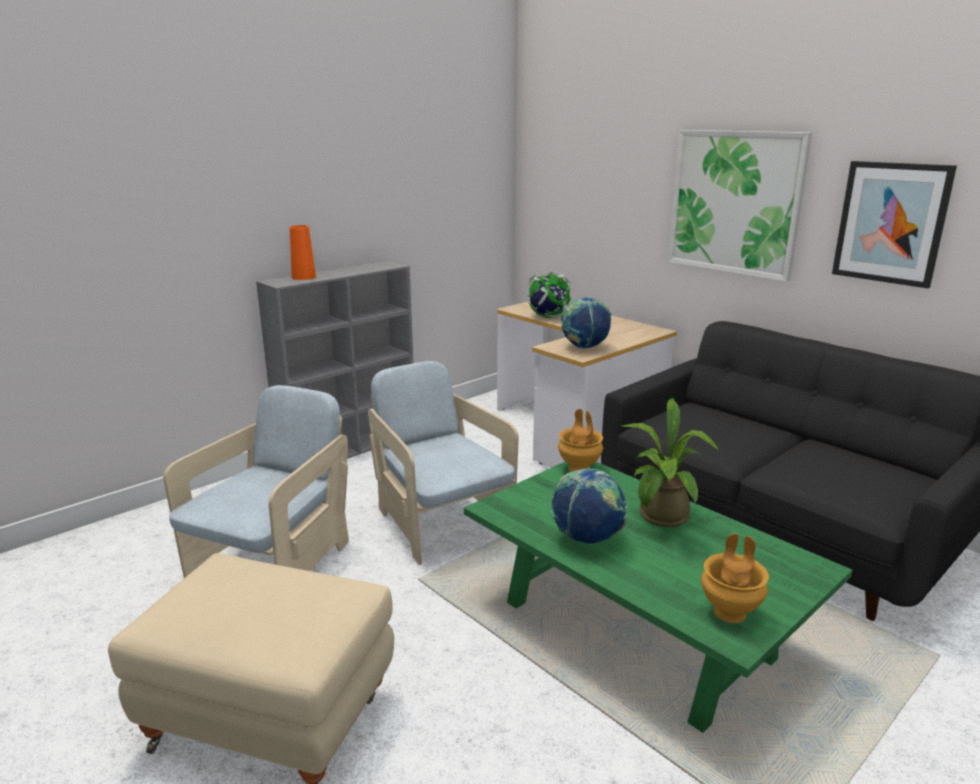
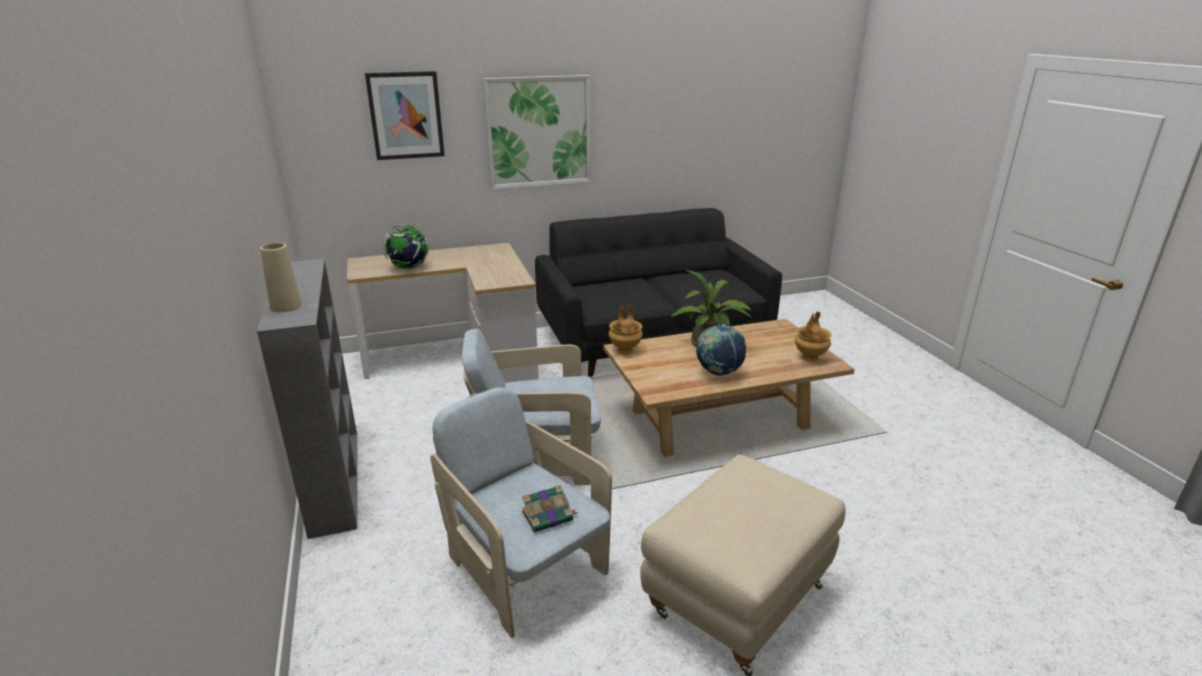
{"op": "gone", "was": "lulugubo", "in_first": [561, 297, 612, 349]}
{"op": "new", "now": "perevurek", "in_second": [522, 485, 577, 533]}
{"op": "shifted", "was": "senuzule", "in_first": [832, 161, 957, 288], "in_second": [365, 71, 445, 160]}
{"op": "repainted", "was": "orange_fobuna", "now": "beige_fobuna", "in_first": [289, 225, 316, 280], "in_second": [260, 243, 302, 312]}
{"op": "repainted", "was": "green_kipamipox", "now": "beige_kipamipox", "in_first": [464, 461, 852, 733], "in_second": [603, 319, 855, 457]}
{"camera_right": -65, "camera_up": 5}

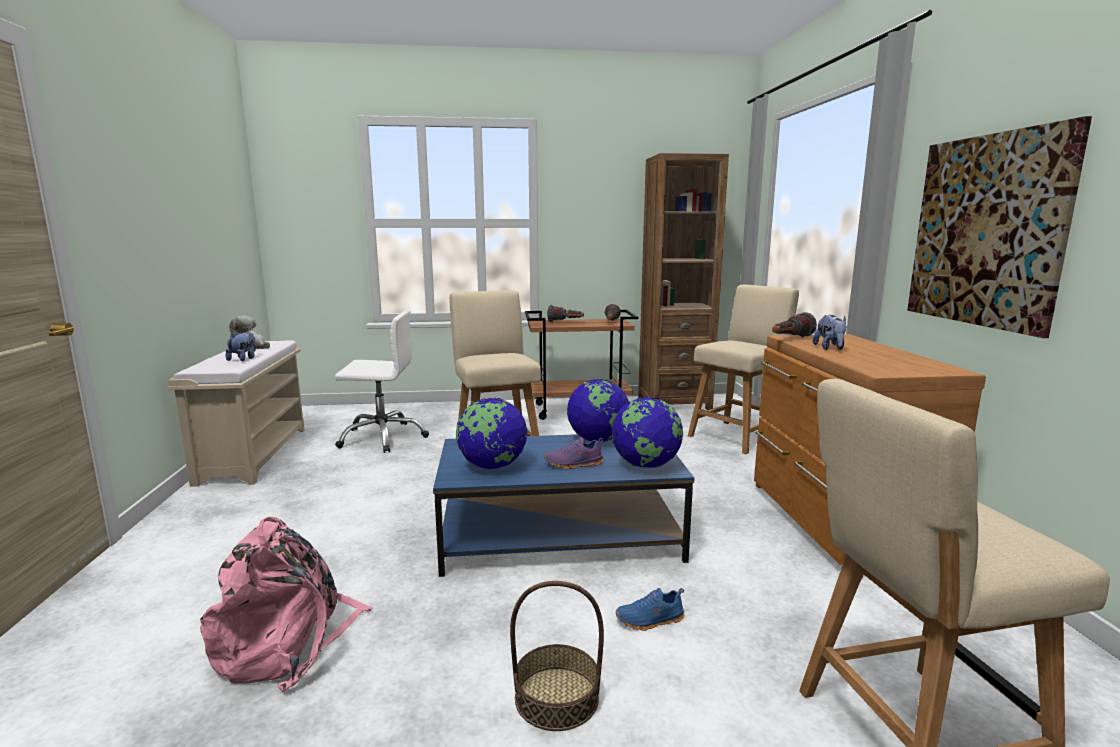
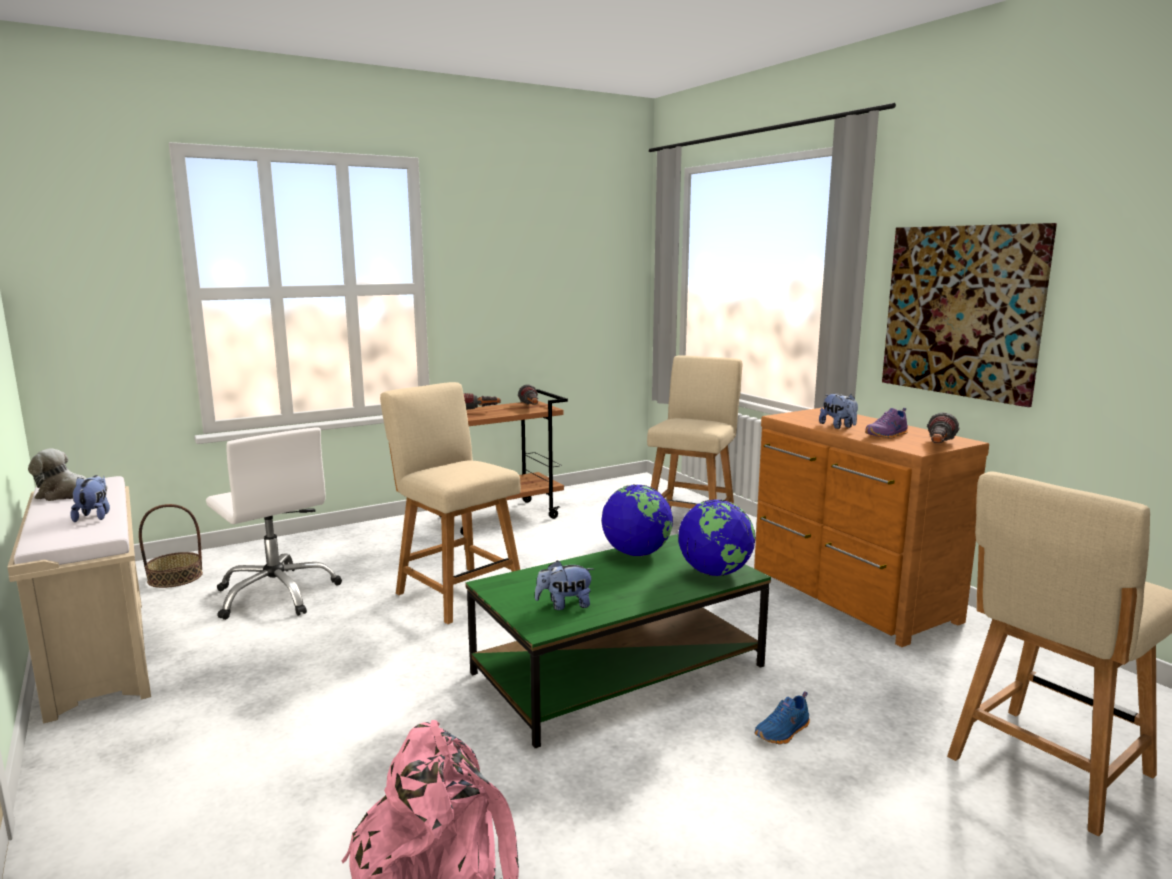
{"op": "gone", "was": "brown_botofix", "in_first": [638, 153, 729, 410]}
{"op": "shifted", "was": "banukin", "in_first": [510, 581, 604, 731], "in_second": [139, 504, 203, 588]}
{"op": "shifted", "was": "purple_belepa", "in_first": [544, 437, 604, 469], "in_second": [865, 408, 908, 439]}
{"op": "shifted", "was": "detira", "in_first": [772, 312, 817, 337], "in_second": [927, 412, 959, 443]}
{"op": "swapped", "was": "lulugubo", "now": "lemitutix", "in_first": [456, 398, 527, 469], "in_second": [535, 560, 594, 610]}
{"op": "repainted", "was": "blue_kipamipox", "now": "green_kipamipox", "in_first": [433, 434, 694, 577], "in_second": [465, 534, 771, 748]}
{"op": "rotated", "was": "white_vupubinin", "in_first": [335, 310, 429, 453], "in_second": [206, 428, 342, 620], "clockwise": 75}
{"camera_right": -25, "camera_up": 0}

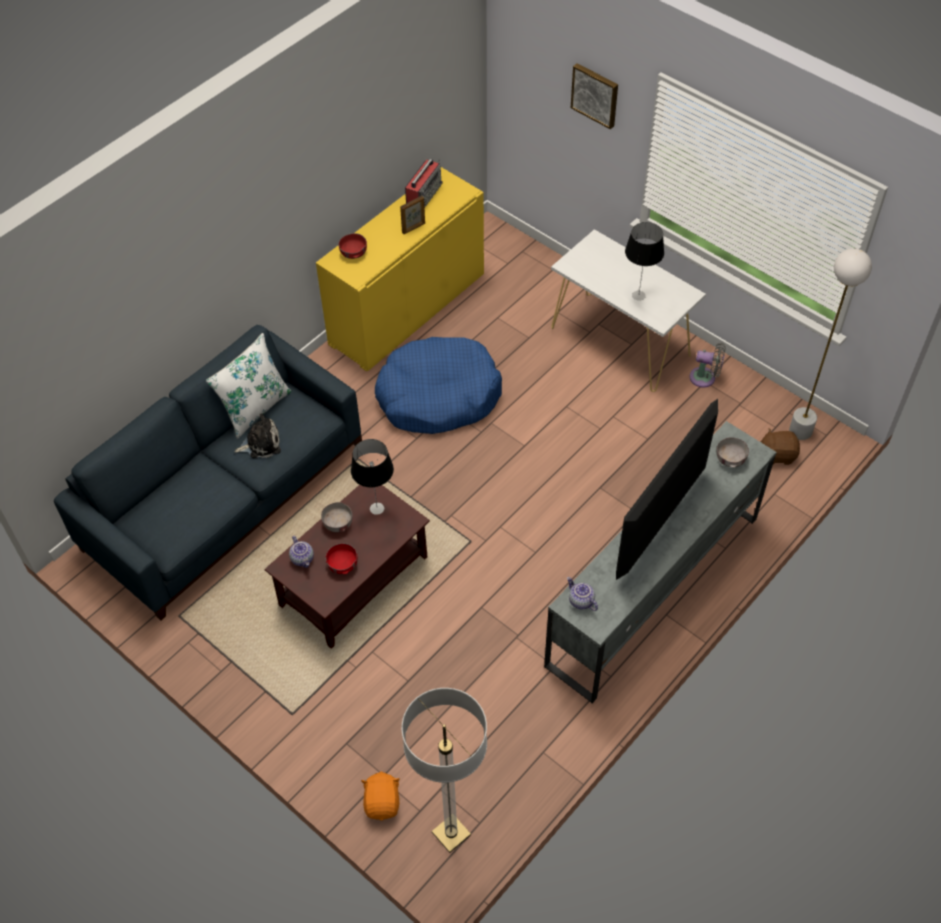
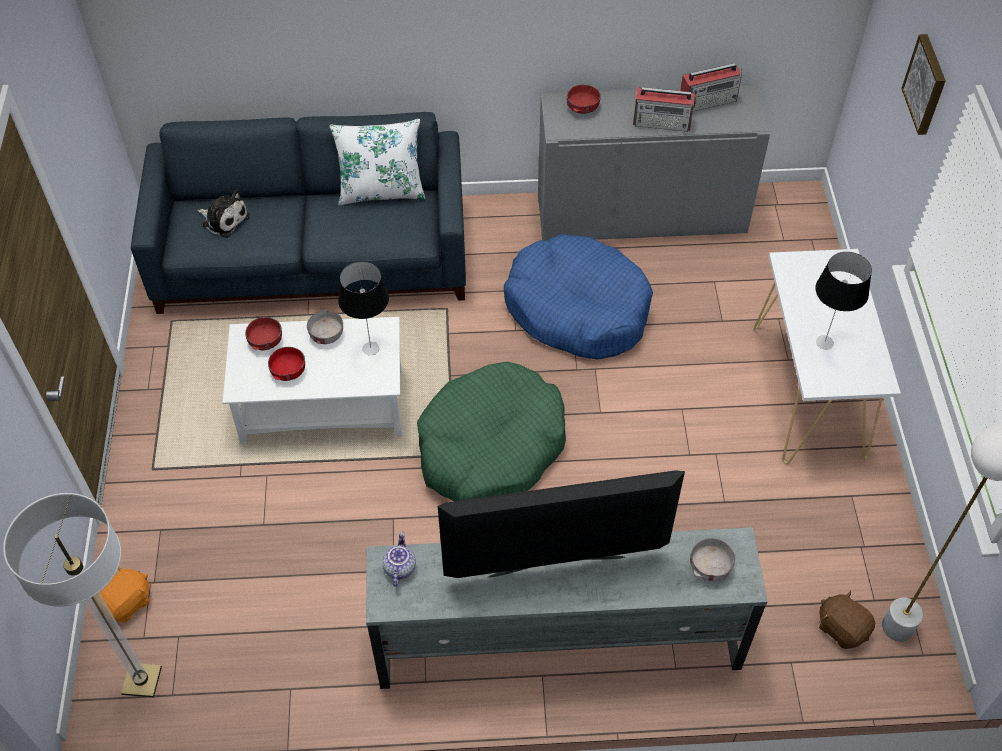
{"op": "gone", "was": "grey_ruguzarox", "in_first": [689, 343, 726, 388]}
{"op": "new", "now": "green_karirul", "in_second": [417, 362, 566, 501]}
{"op": "shifted", "was": "lemitutix", "in_first": [234, 413, 281, 458], "in_second": [198, 189, 250, 238]}
{"op": "swapped", "was": "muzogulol", "now": "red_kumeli", "in_first": [289, 536, 314, 568], "in_second": [245, 317, 282, 350]}
{"op": "swapped", "was": "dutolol", "now": "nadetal", "in_first": [400, 196, 425, 234], "in_second": [633, 87, 695, 132]}
{"op": "repainted", "was": "brown_kipamipox", "now": "white_kipamipox", "in_first": [265, 485, 430, 649], "in_second": [222, 317, 402, 444]}
{"op": "repainted", "was": "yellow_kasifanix", "now": "grey_kasifanix", "in_first": [316, 167, 484, 371], "in_second": [538, 85, 770, 241]}
{"camera_right": 45, "camera_up": 0}

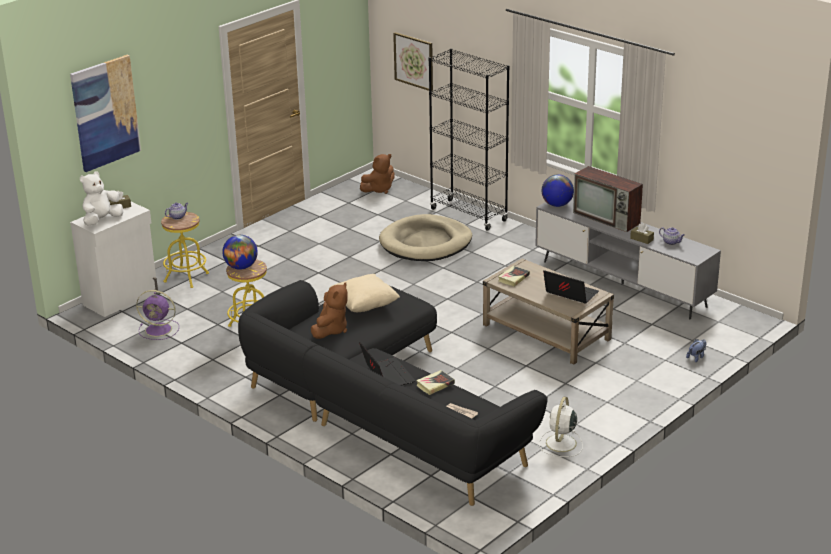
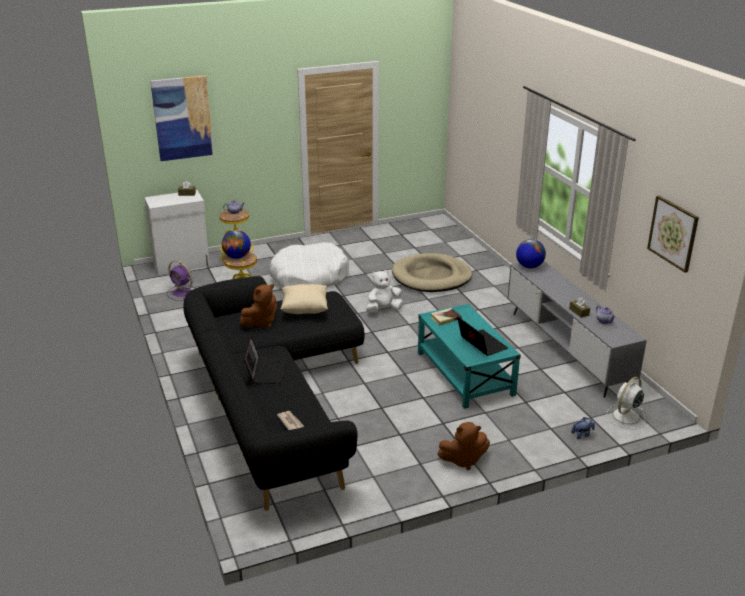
{"op": "gone", "was": "perevurek", "in_first": [416, 370, 455, 395]}
{"op": "gone", "was": "black_botofix", "in_first": [429, 48, 510, 231]}
{"op": "gone", "was": "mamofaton", "in_first": [573, 166, 643, 232]}
{"op": "new", "now": "white_karirul", "in_second": [270, 242, 349, 287]}
{"op": "shifted", "was": "white_lemitutix", "in_first": [80, 171, 123, 226], "in_second": [366, 270, 403, 312]}
{"op": "shifted", "was": "brown_lemitutix", "in_first": [360, 154, 395, 194], "in_second": [437, 422, 490, 470]}
{"op": "shifted", "was": "senuzule", "in_first": [393, 32, 433, 91], "in_second": [647, 196, 699, 273]}
{"op": "shifted", "was": "white_ruguzarox", "in_first": [539, 397, 583, 457], "in_second": [606, 377, 645, 429]}
{"op": "repainted", "was": "beige_kipamipox", "now": "turquoise_kipamipox", "in_first": [483, 258, 614, 365], "in_second": [418, 304, 521, 409]}
{"camera_right": 25, "camera_up": 0}

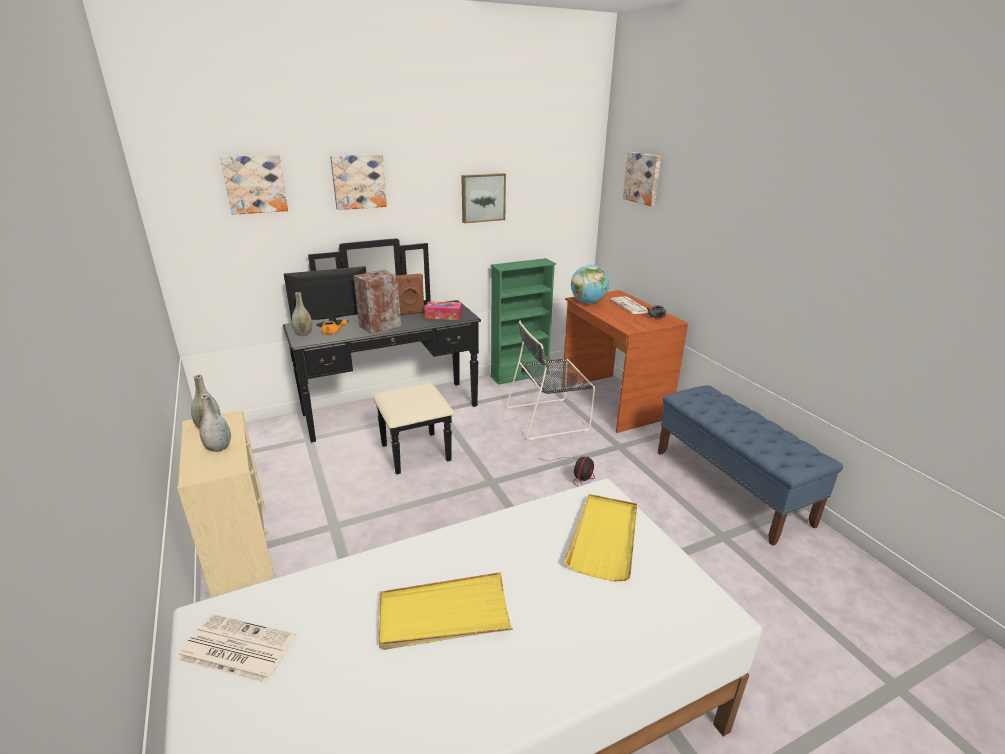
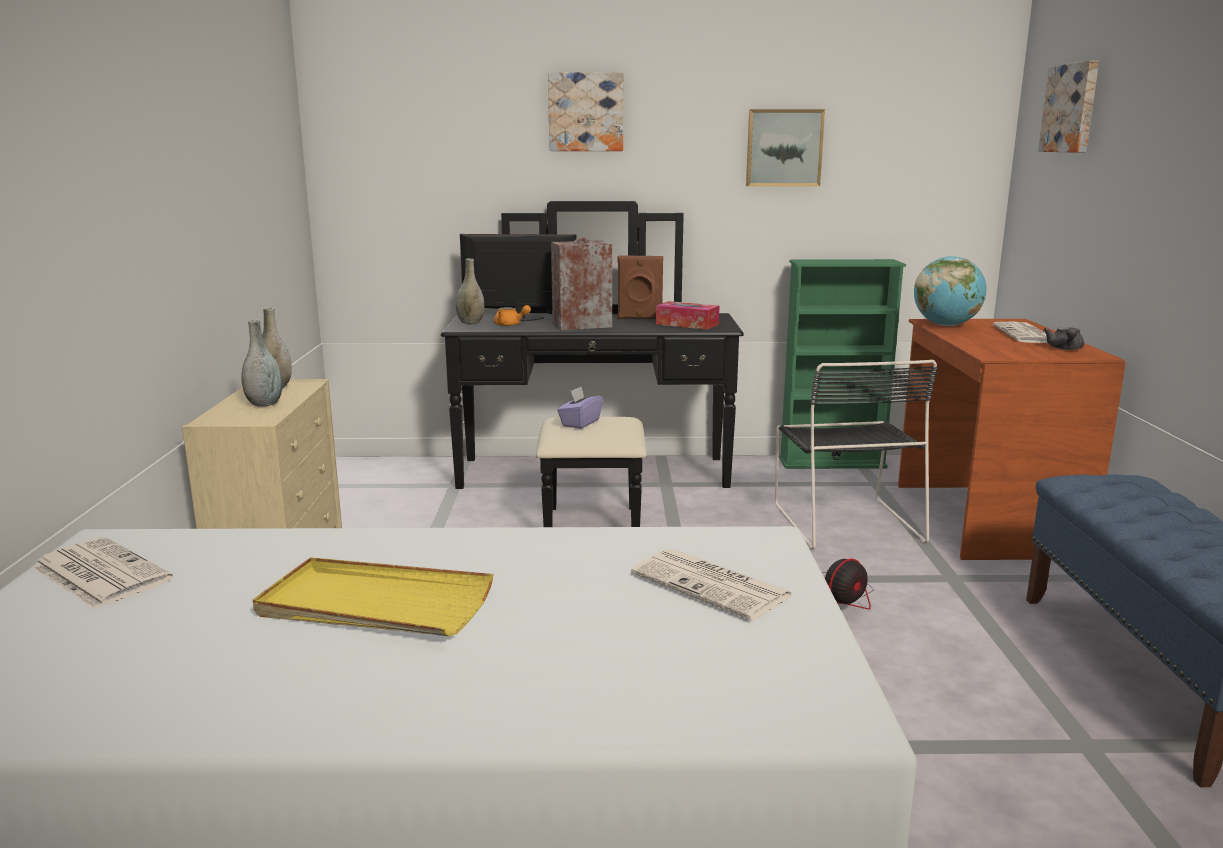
{"op": "gone", "was": "senuzule", "in_first": [220, 155, 288, 215]}
{"op": "new", "now": "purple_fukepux", "in_second": [557, 386, 603, 429]}
{"op": "swapped", "was": "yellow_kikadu", "now": "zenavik", "in_first": [564, 494, 637, 582], "in_second": [631, 549, 793, 621]}
{"op": "rotated", "was": "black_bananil", "in_first": [506, 321, 595, 440], "in_second": [775, 360, 937, 550], "clockwise": -105}
{"camera_right": 25, "camera_up": -10}

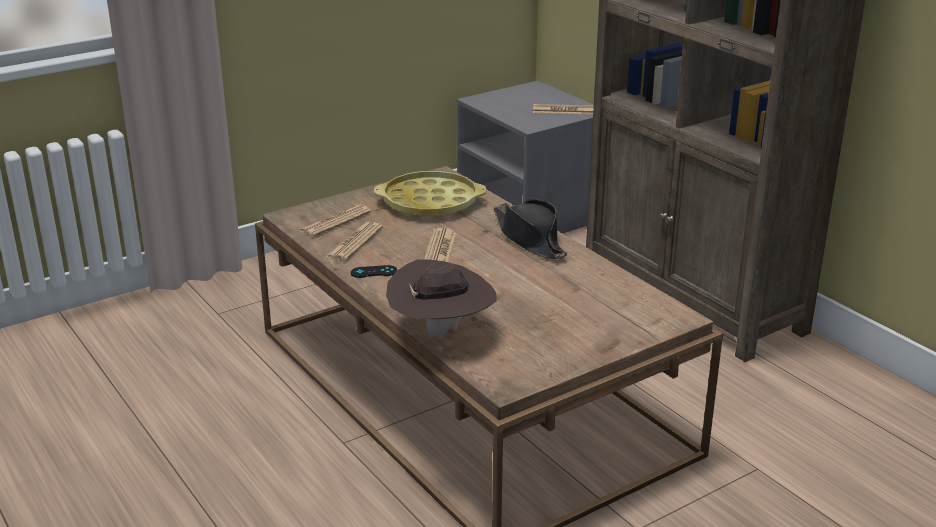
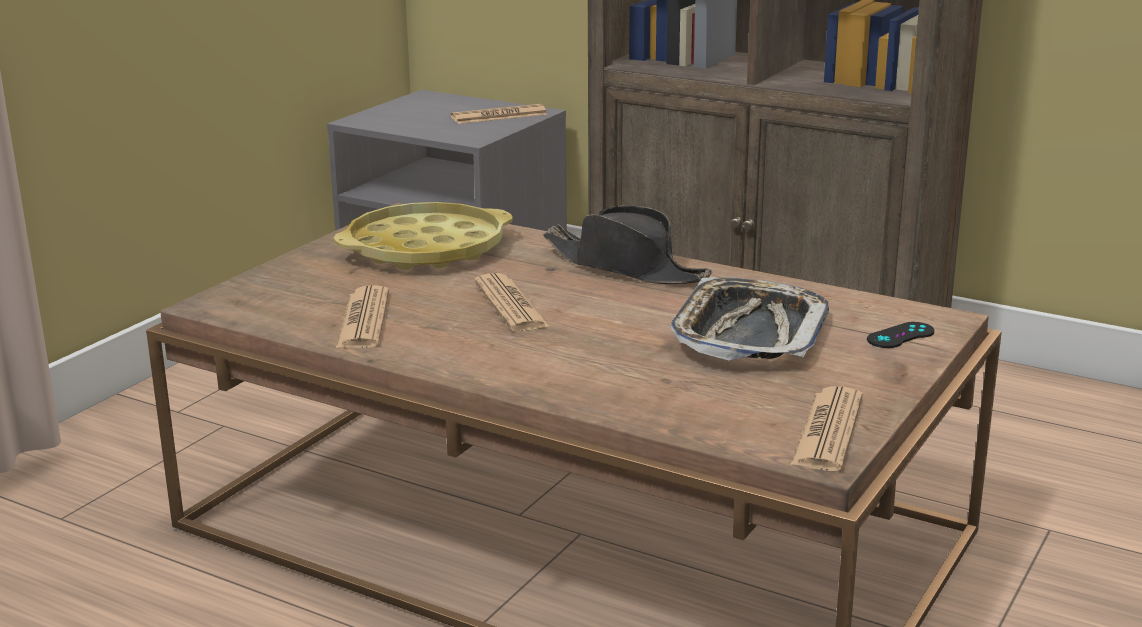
{"op": "gone", "was": "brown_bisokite", "in_first": [386, 260, 497, 339]}
{"op": "new", "now": "kikadu", "in_second": [670, 277, 829, 360]}
{"op": "shifted", "was": "zenavik", "in_first": [300, 205, 371, 237], "in_second": [790, 386, 863, 471]}
{"op": "shifted", "was": "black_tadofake", "in_first": [351, 265, 397, 278], "in_second": [867, 322, 934, 348]}
{"camera_right": -25, "camera_up": -5}

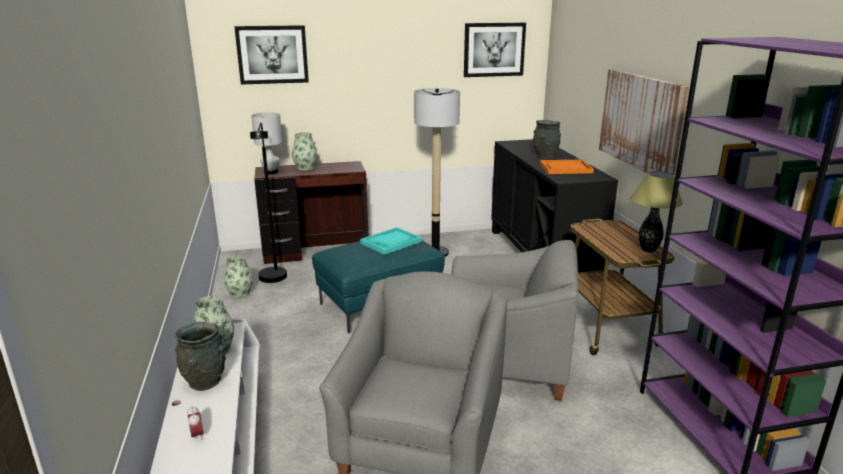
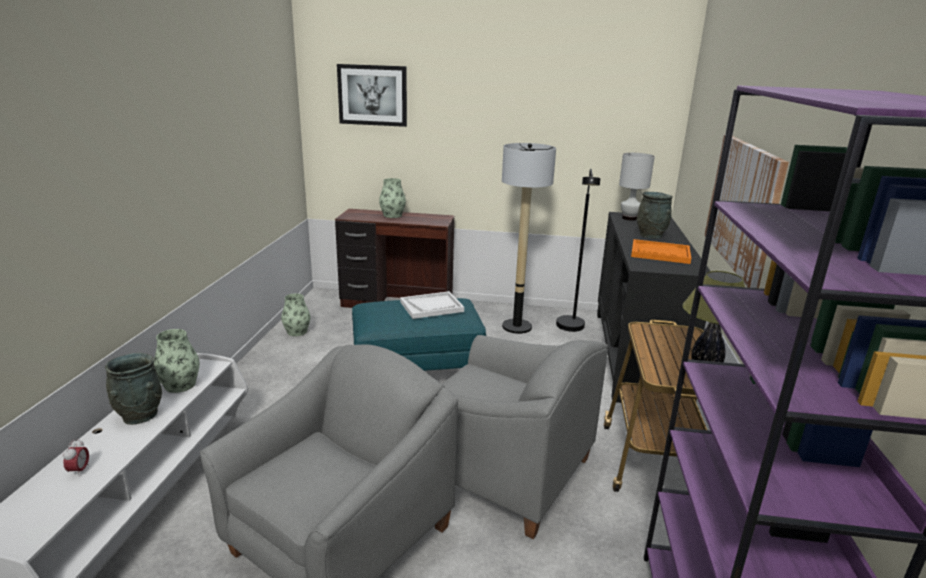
{"op": "gone", "was": "senuzule", "in_first": [464, 23, 526, 77]}
{"op": "shifted", "was": "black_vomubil", "in_first": [250, 122, 287, 283], "in_second": [556, 169, 600, 332]}
{"op": "shifted", "was": "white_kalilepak", "in_first": [251, 112, 282, 174], "in_second": [619, 153, 655, 220]}
{"op": "repainted", "was": "turquoise_kikadu", "now": "white_kikadu", "in_first": [360, 227, 421, 255], "in_second": [400, 291, 464, 319]}
{"camera_right": 20, "camera_up": 0}

